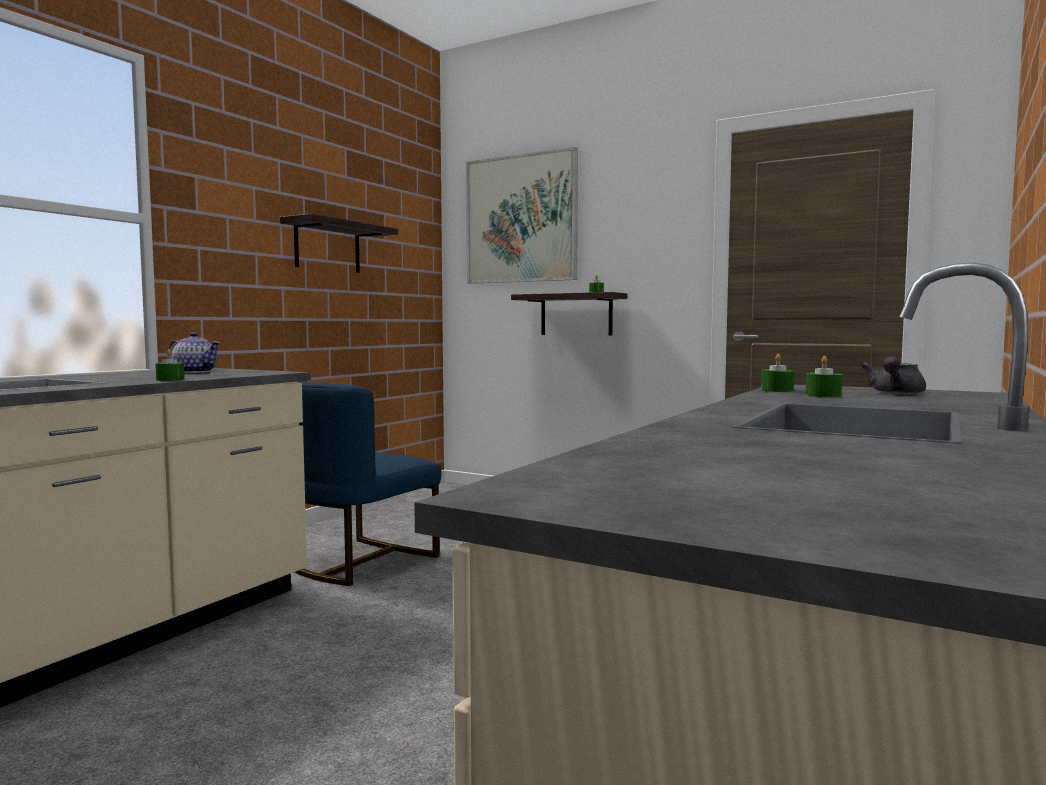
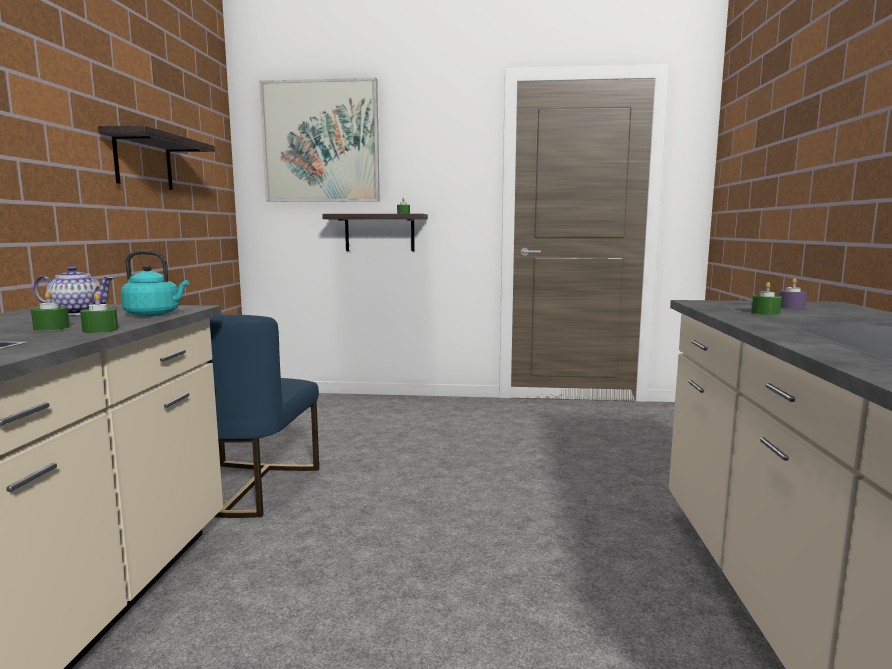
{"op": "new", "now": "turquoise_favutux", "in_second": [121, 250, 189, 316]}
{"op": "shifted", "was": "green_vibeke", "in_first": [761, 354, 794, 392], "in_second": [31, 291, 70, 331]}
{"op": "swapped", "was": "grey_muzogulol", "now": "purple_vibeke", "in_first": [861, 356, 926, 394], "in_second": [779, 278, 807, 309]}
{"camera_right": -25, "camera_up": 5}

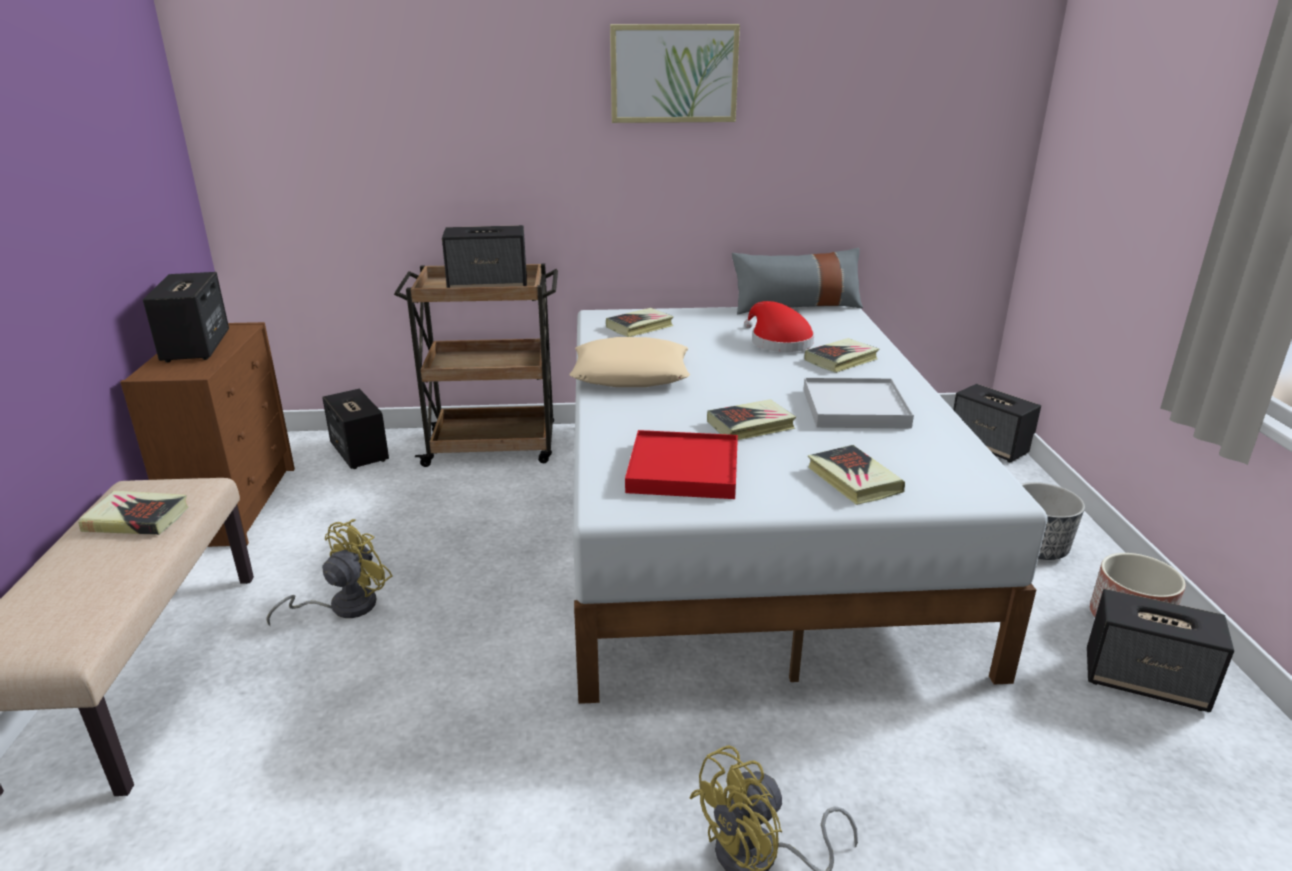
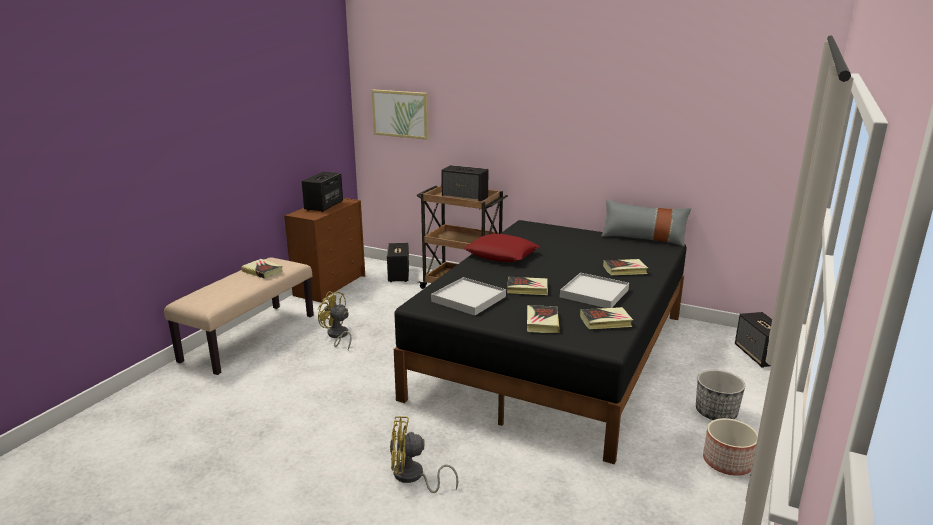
{"op": "gone", "was": "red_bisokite", "in_first": [744, 301, 814, 352]}
{"op": "gone", "was": "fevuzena", "in_first": [1087, 589, 1234, 712]}
{"op": "shifted", "was": "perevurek", "in_first": [606, 308, 674, 337], "in_second": [580, 307, 633, 329]}
{"op": "shifted", "was": "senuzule", "in_first": [610, 24, 740, 123], "in_second": [372, 89, 429, 140]}
{"op": "repainted", "was": "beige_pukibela", "now": "red_pukibela", "in_first": [570, 337, 690, 387], "in_second": [464, 234, 540, 262]}
{"op": "repainted", "was": "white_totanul", "now": "black_totanul", "in_first": [573, 306, 1048, 704], "in_second": [394, 220, 687, 465]}
{"op": "repainted", "was": "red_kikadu", "now": "white_kikadu", "in_first": [625, 430, 738, 499], "in_second": [431, 277, 506, 316]}
{"op": "rotated", "was": "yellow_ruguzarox", "in_first": [266, 519, 392, 627], "in_second": [317, 291, 352, 350], "clockwise": -120}
{"camera_right": 30, "camera_up": -5}

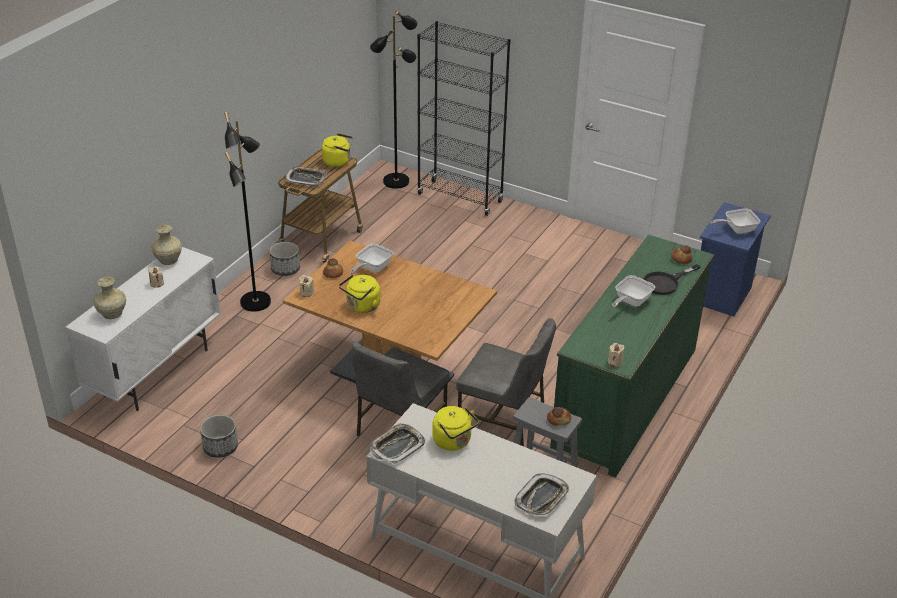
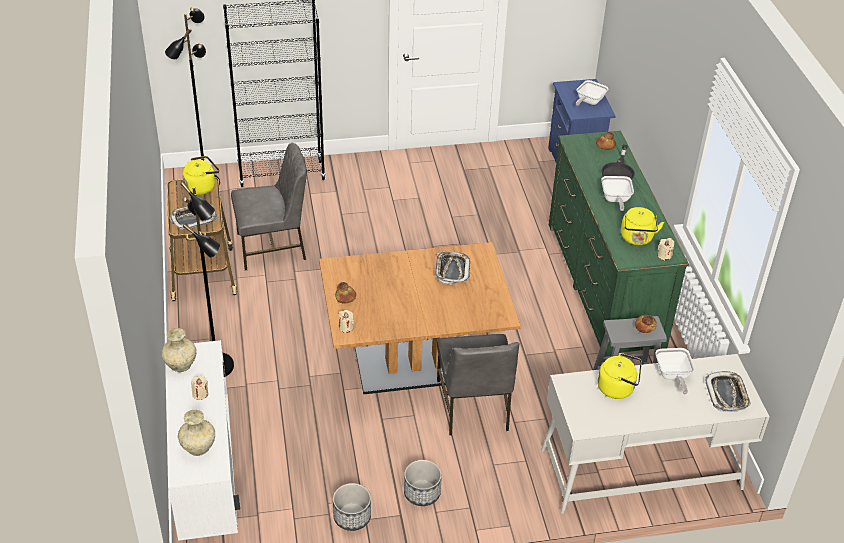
{"op": "shifted", "was": "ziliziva", "in_first": [270, 242, 300, 276], "in_second": [404, 460, 442, 506]}
{"op": "shifted", "was": "yellow_favutux", "in_first": [339, 275, 381, 313], "in_second": [621, 207, 664, 245]}
{"op": "shifted", "was": "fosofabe", "in_first": [350, 244, 393, 274], "in_second": [655, 348, 695, 394]}
{"op": "shifted", "was": "kikadu", "in_first": [370, 423, 425, 464], "in_second": [435, 251, 470, 285]}
{"op": "shifted", "was": "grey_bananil", "in_first": [456, 318, 556, 446], "in_second": [231, 143, 307, 270]}
{"camera_right": -40, "camera_up": 5}

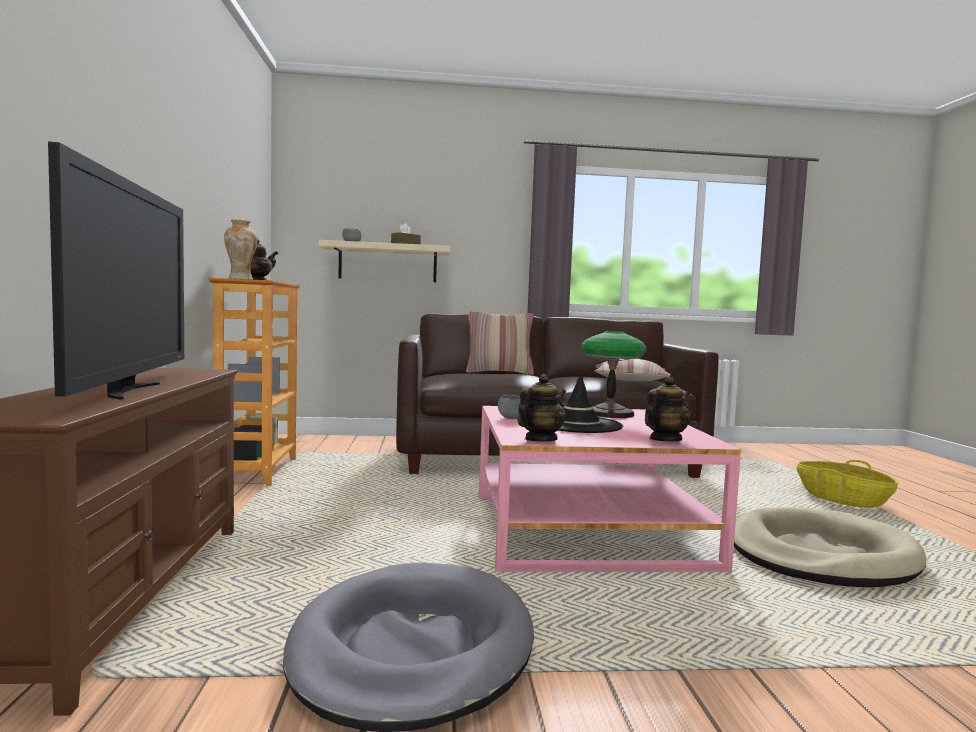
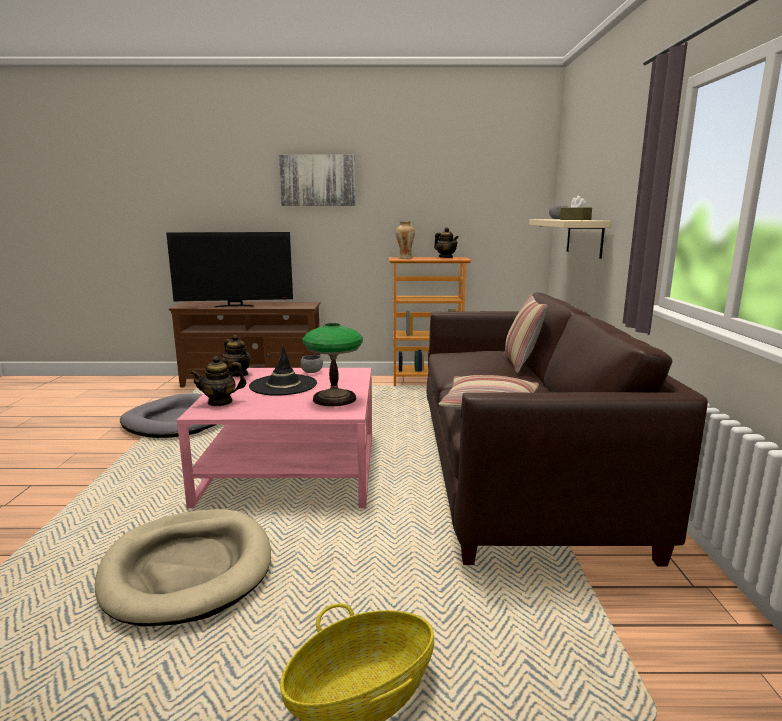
{"op": "new", "now": "senuzule", "in_second": [279, 155, 356, 206]}
{"op": "rotated", "was": "muzogulol", "in_first": [645, 376, 691, 441], "in_second": [190, 356, 246, 406], "clockwise": 105}
{"camera_right": 95, "camera_up": 10}

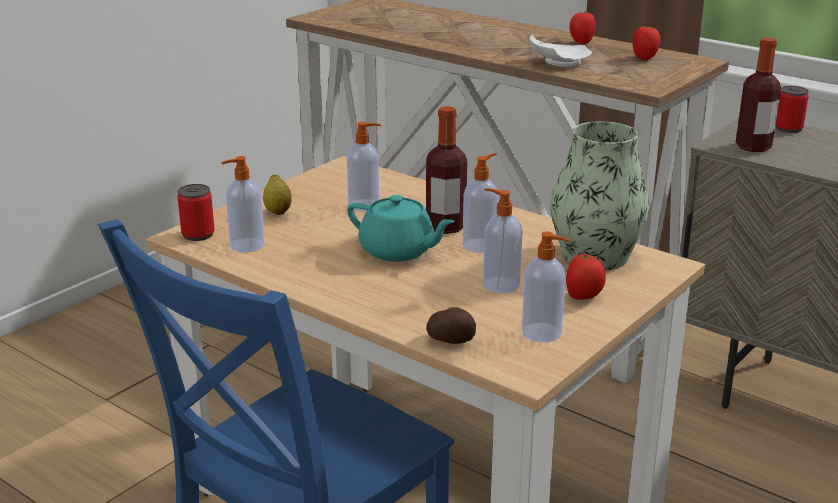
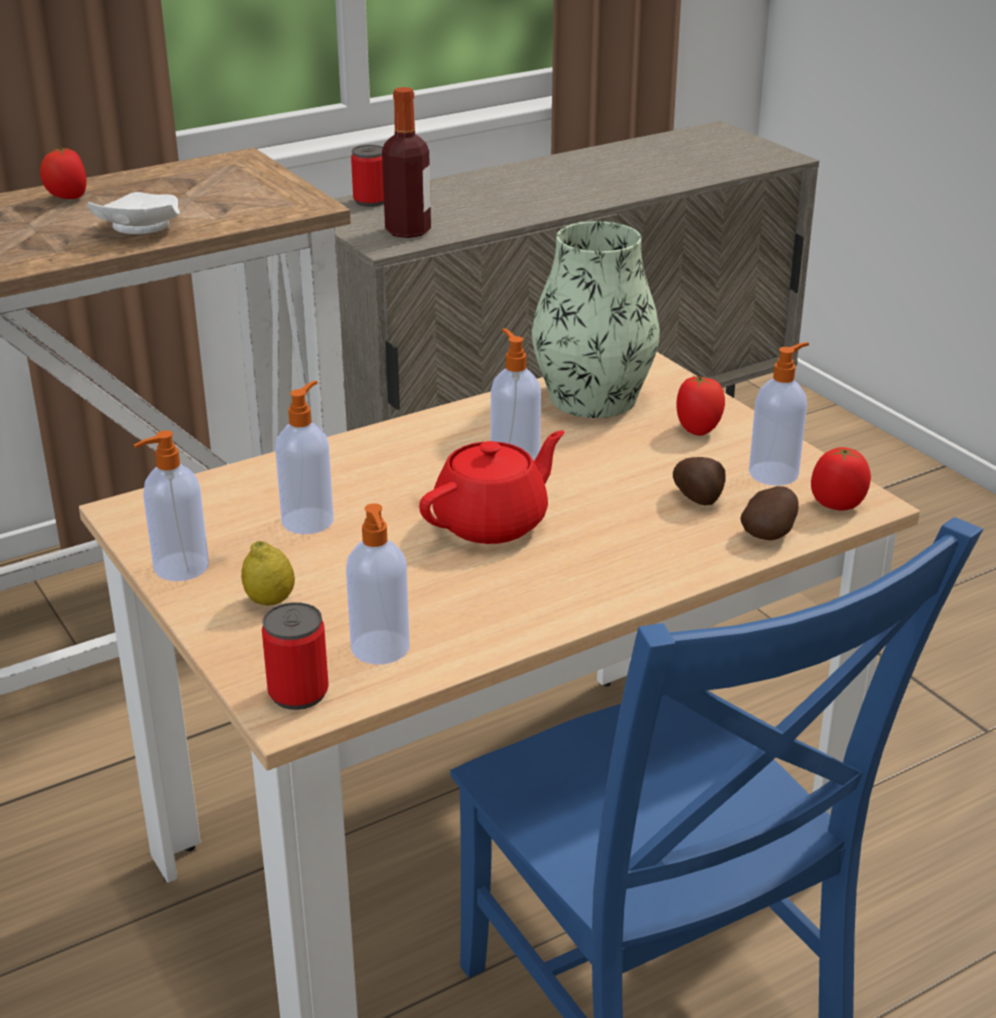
{"op": "gone", "was": "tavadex", "in_first": [426, 106, 467, 234]}
{"op": "new", "now": "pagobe", "in_second": [673, 457, 726, 505]}
{"op": "shifted", "was": "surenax", "in_first": [483, 188, 523, 293], "in_second": [134, 430, 209, 581]}
{"op": "shifted", "was": "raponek", "in_first": [633, 25, 661, 60], "in_second": [811, 447, 871, 511]}
{"op": "repainted", "was": "turquoise_muzogulol", "now": "red_muzogulol", "in_first": [347, 195, 455, 262], "in_second": [419, 430, 565, 544]}
{"camera_right": -70, "camera_up": 5}

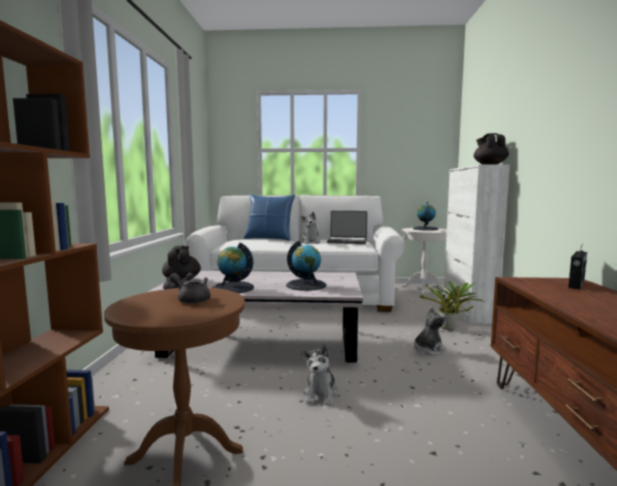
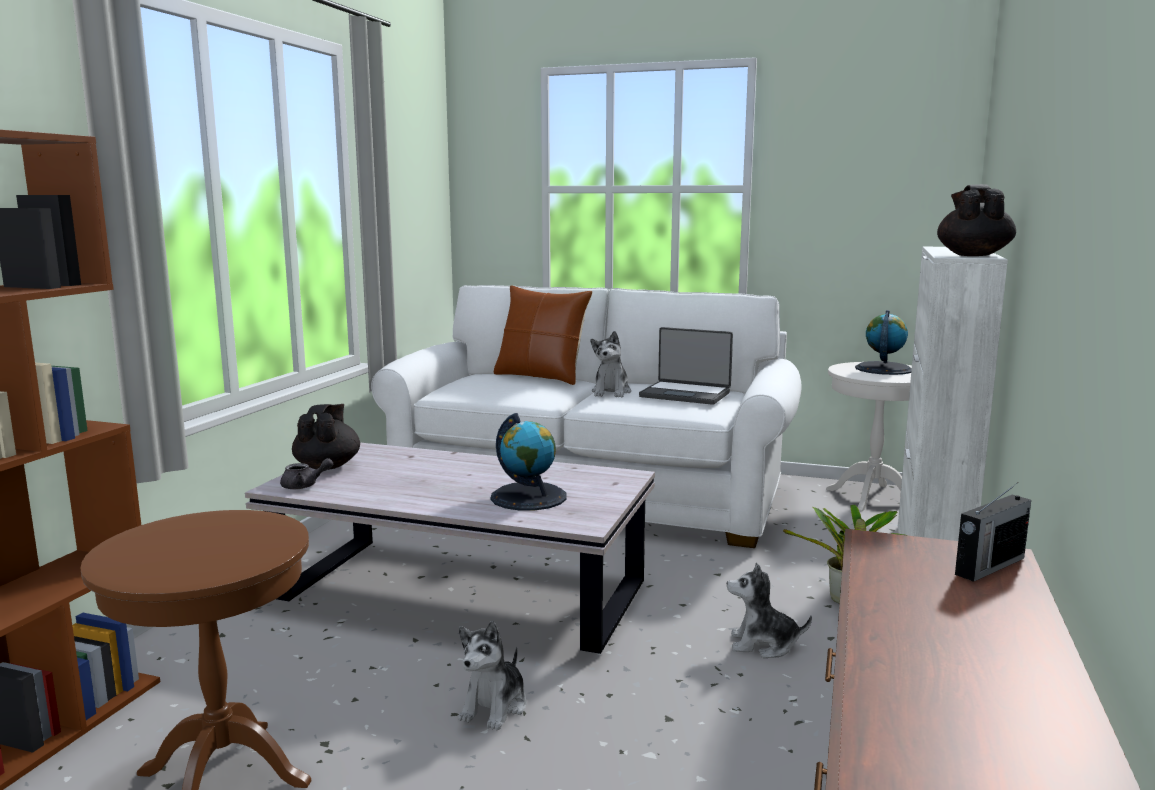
{"op": "gone", "was": "grey_muzogulol", "in_first": [170, 273, 211, 304]}
{"op": "gone", "was": "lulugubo", "in_first": [213, 243, 254, 293]}
{"op": "repainted", "was": "blue_pukibela", "now": "brown_pukibela", "in_first": [244, 194, 295, 241], "in_second": [494, 285, 592, 385]}
{"op": "rotated", "was": "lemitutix", "in_first": [414, 307, 446, 356], "in_second": [727, 562, 812, 658], "clockwise": -150}
{"camera_right": 15, "camera_up": 5}

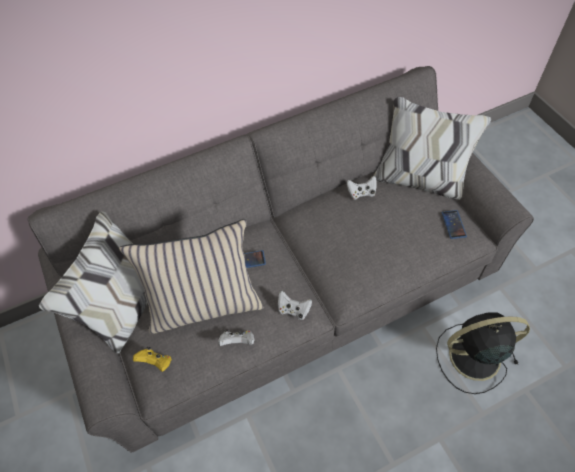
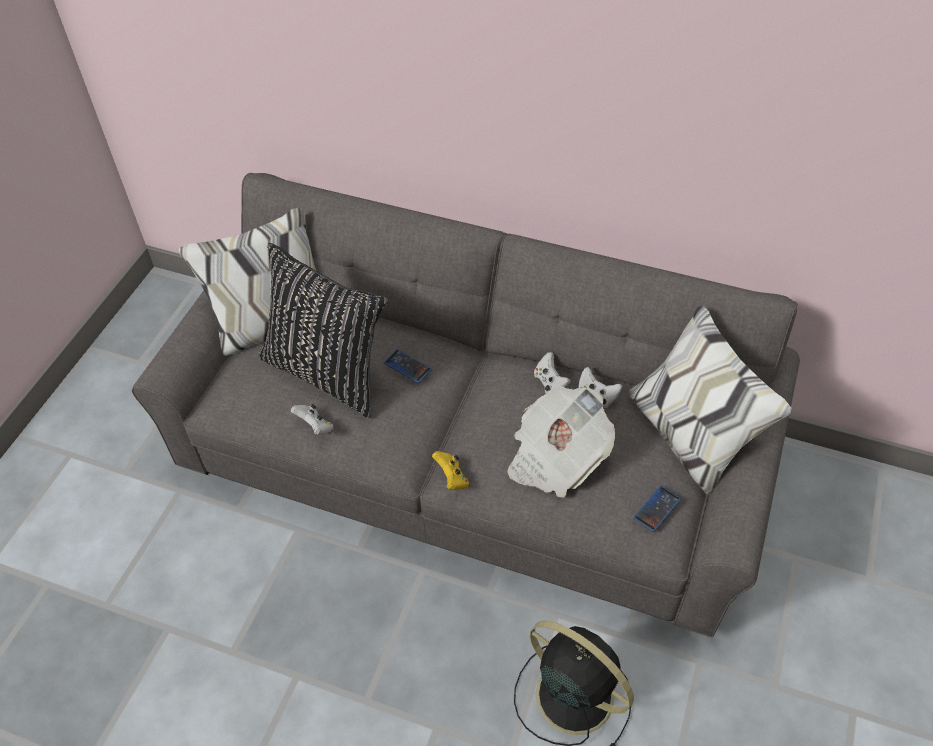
{"op": "new", "now": "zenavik", "in_second": [507, 385, 615, 498]}
{"op": "shifted", "was": "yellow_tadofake", "in_first": [133, 347, 172, 372], "in_second": [432, 451, 469, 490]}
{"op": "shifted", "was": "white_tadofake", "in_first": [278, 291, 312, 320], "in_second": [534, 352, 571, 394]}
{"op": "repainted", "was": "beige_pukibela", "now": "black_pukibela", "in_first": [119, 219, 264, 334], "in_second": [259, 243, 388, 419]}
{"camera_right": 45, "camera_up": -5}

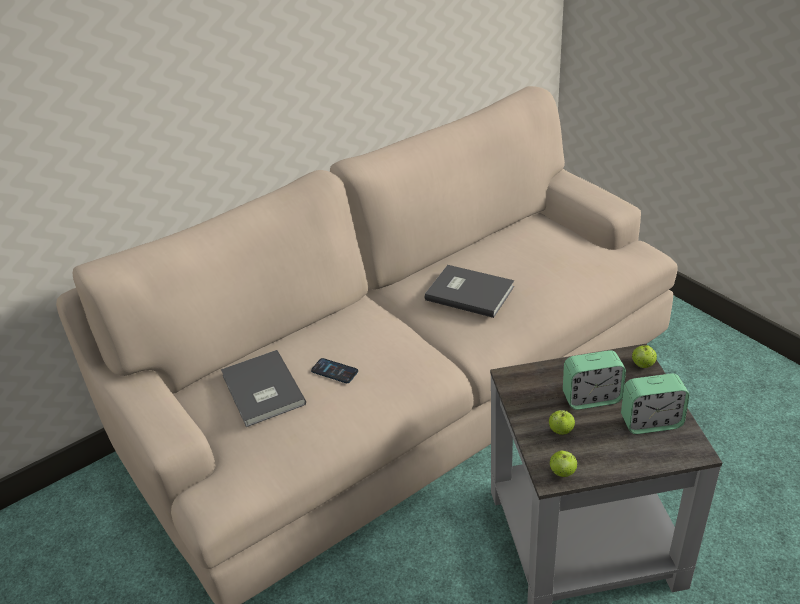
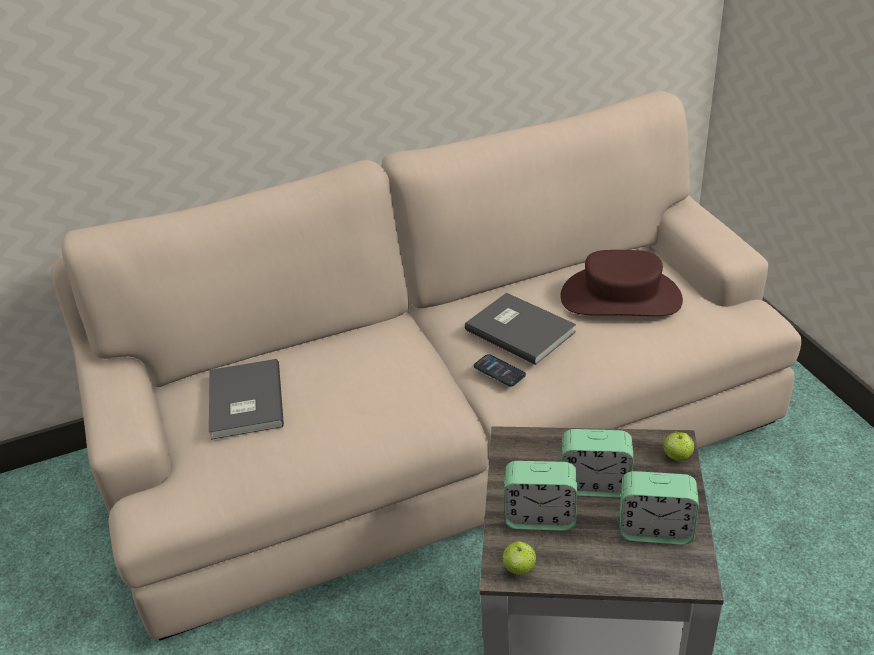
{"op": "new", "now": "brown_bisokite", "in_second": [560, 250, 683, 316]}
{"op": "shifted", "was": "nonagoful", "in_first": [311, 358, 358, 383], "in_second": [474, 354, 526, 387]}
{"op": "swapped", "was": "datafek", "now": "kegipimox", "in_first": [549, 410, 575, 435], "in_second": [504, 461, 577, 531]}
{"camera_right": 15, "camera_up": 0}

